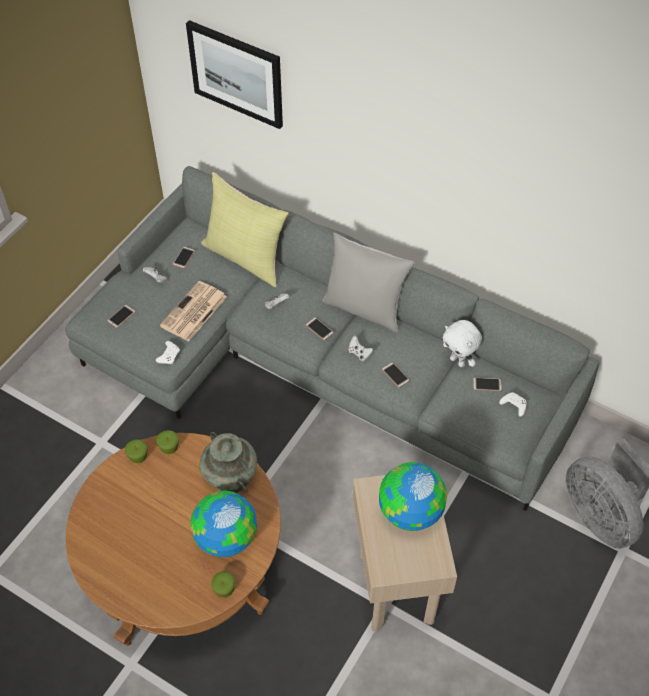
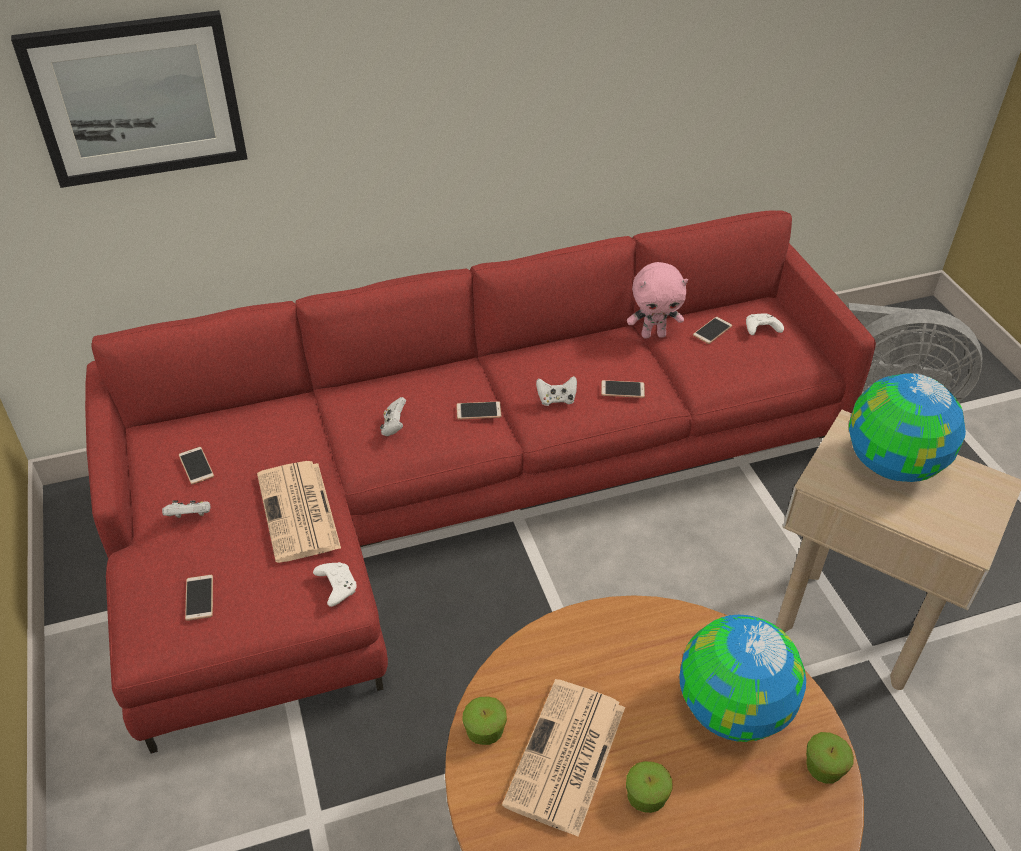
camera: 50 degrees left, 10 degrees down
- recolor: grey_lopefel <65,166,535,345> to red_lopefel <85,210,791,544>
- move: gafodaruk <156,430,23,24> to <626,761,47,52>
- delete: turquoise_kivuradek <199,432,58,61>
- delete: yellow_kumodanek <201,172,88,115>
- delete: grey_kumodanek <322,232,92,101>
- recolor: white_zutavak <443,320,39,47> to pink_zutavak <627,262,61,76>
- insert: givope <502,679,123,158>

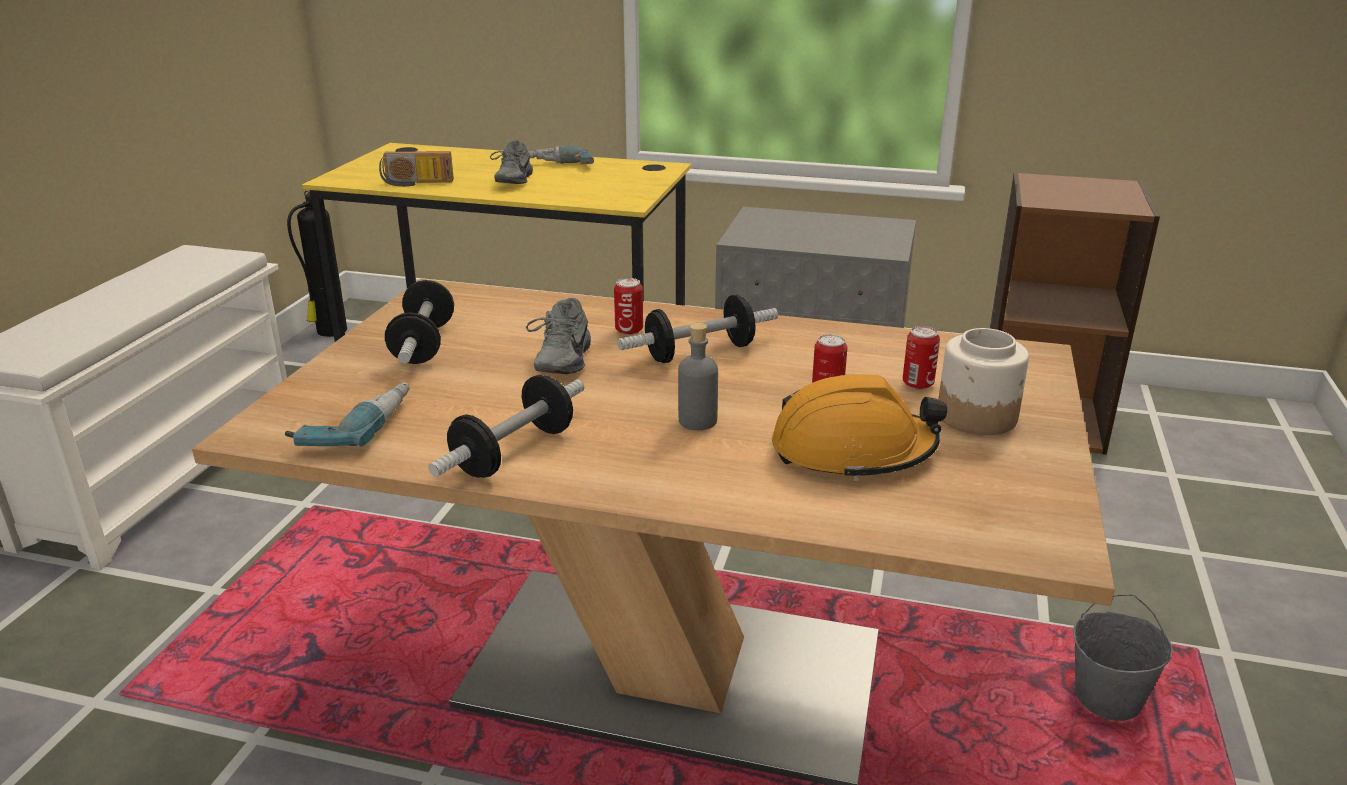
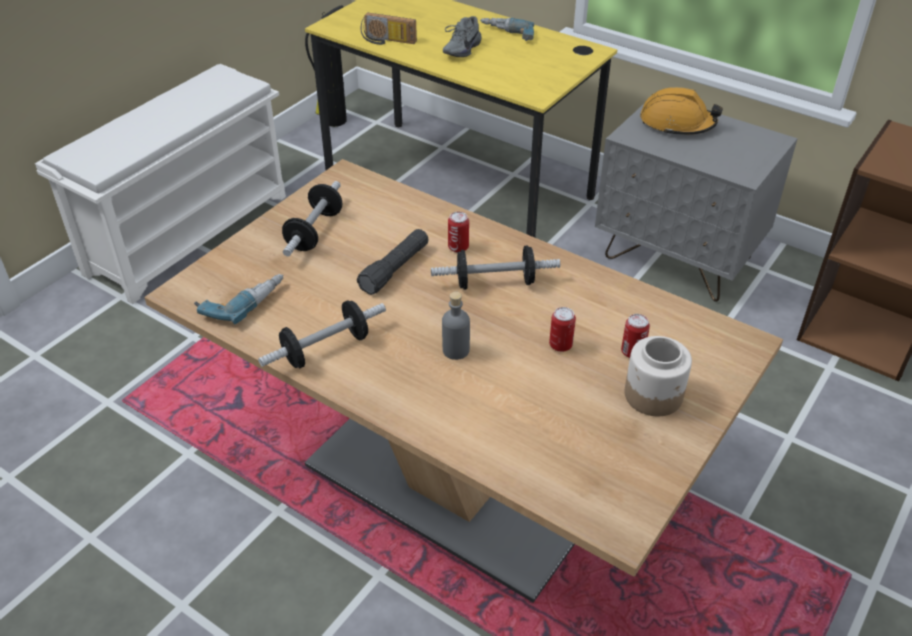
camera: 20 degrees right, 15 degrees up
- replace: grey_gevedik <526,298,65,76> to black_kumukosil <357,229,72,66>
- move: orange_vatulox <772,374,175,107> to <640,87,83,49>
- delete: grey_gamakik <1073,595,100,126>

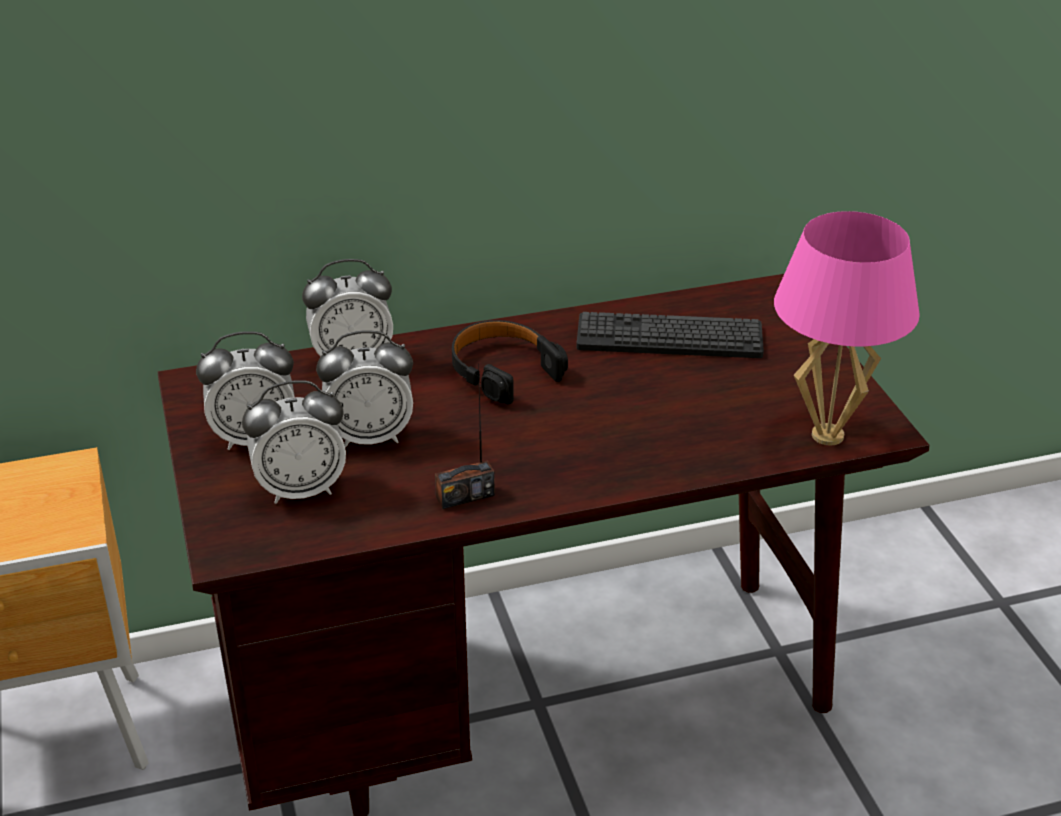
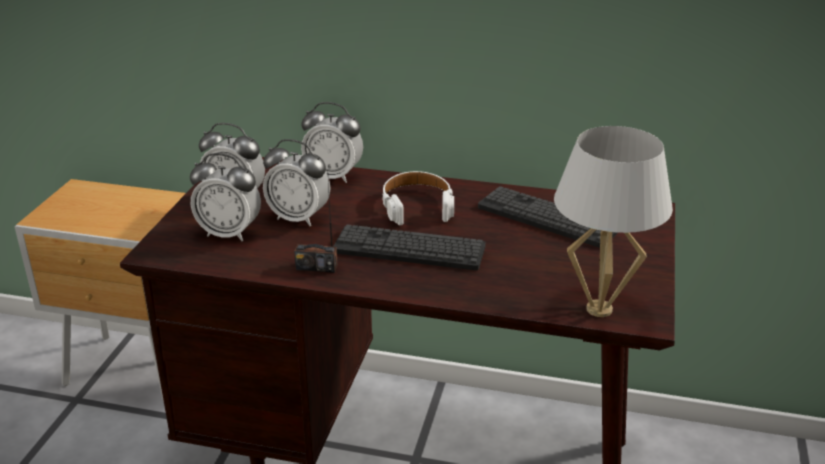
camera: 30 degrees right, 5 degrees down
- recolor: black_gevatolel <452,320,116,84> to white_gevatolel <382,171,72,54>
- recolor: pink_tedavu <774,211,146,234> to white_tedavu <554,126,119,191>
- insert: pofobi <333,224,153,46>

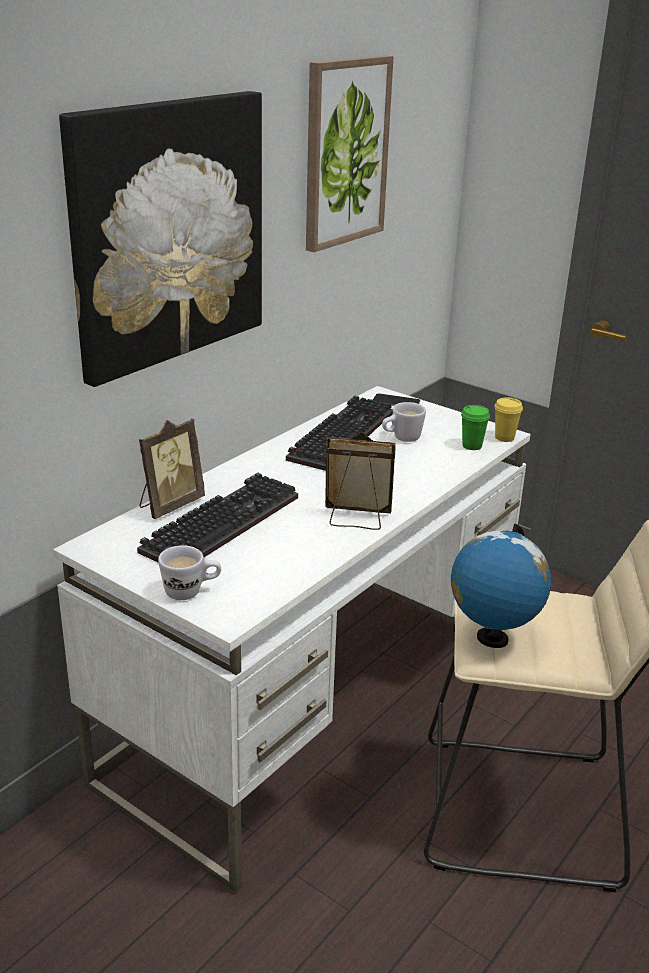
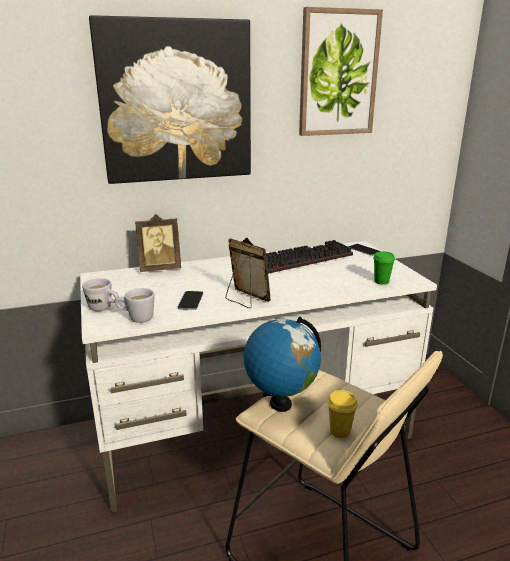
camera: 35 degrees right, 5 degrees down
- delete: pofobi <137,473,161,90>
- move: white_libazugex <382,402,44,40> to <115,288,40,35>
- move: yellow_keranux <494,397,29,45> to <327,390,31,48>
- insert: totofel <178,291,25,19>

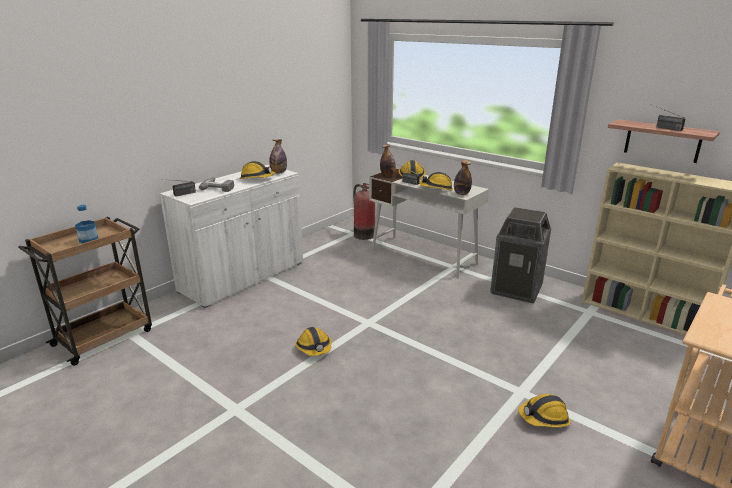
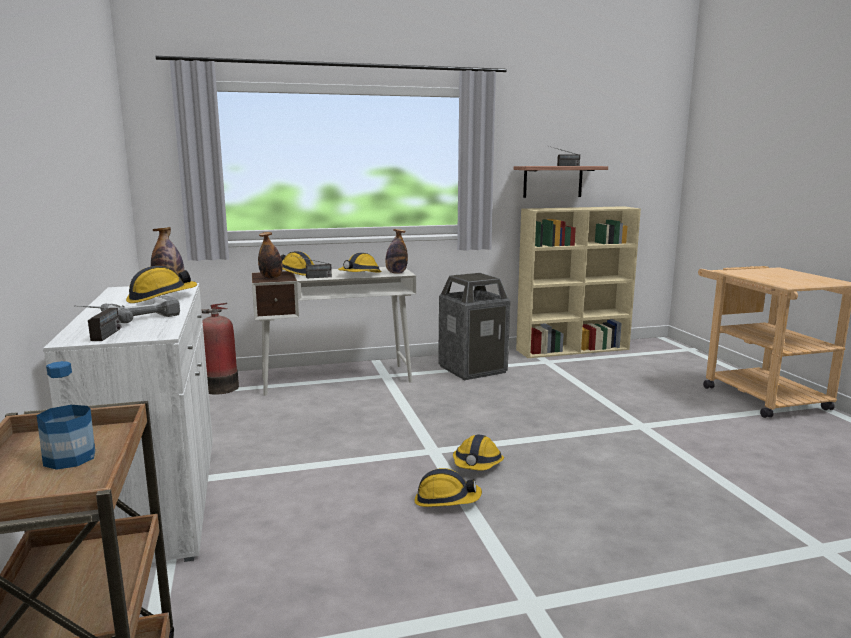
camera: 55 degrees left, 10 degrees down
- move: vatulox <518,394,53,33> to <453,435,51,36>

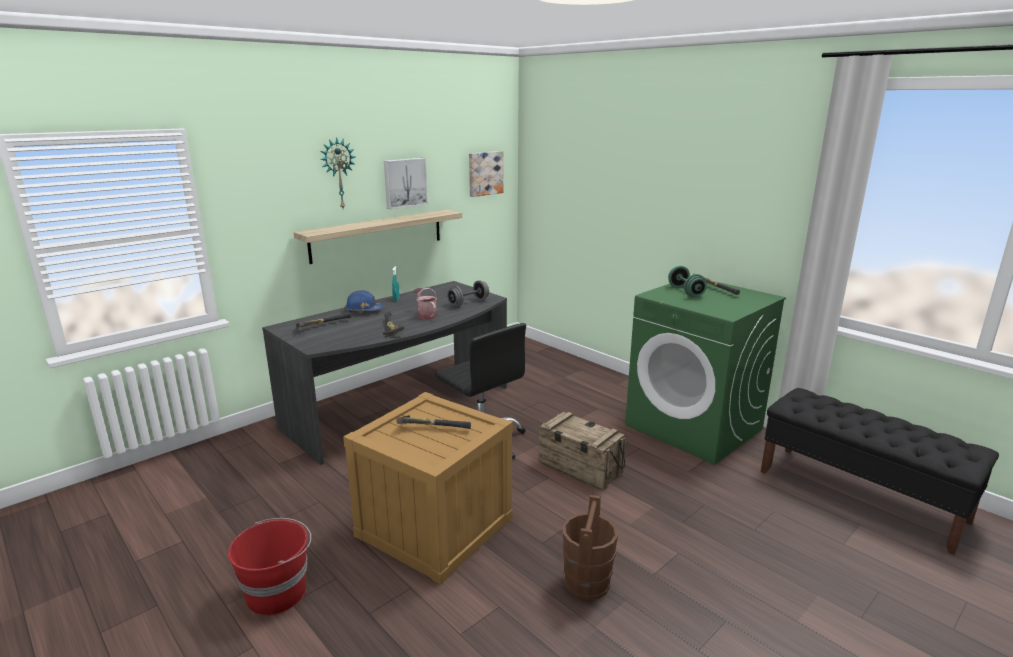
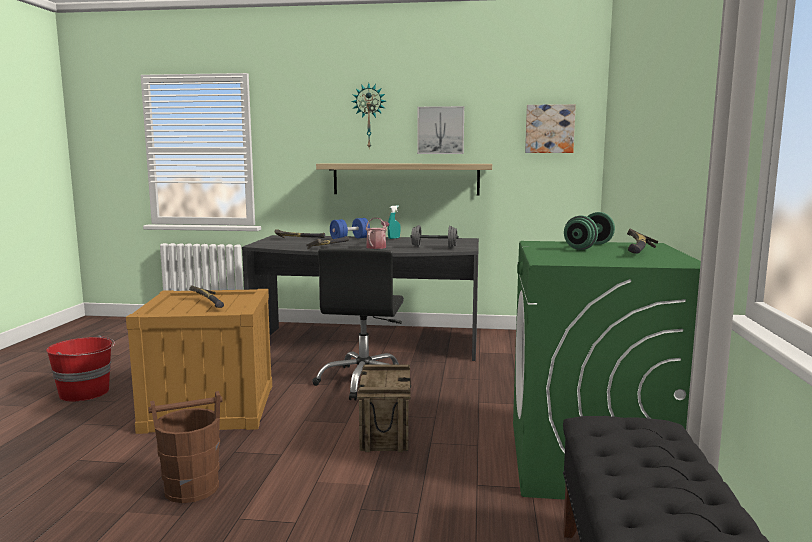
camera: 50 degrees right, 10 degrees down
- replace: blue_vatulox <345,290,38,22> to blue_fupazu <330,218,40,21>

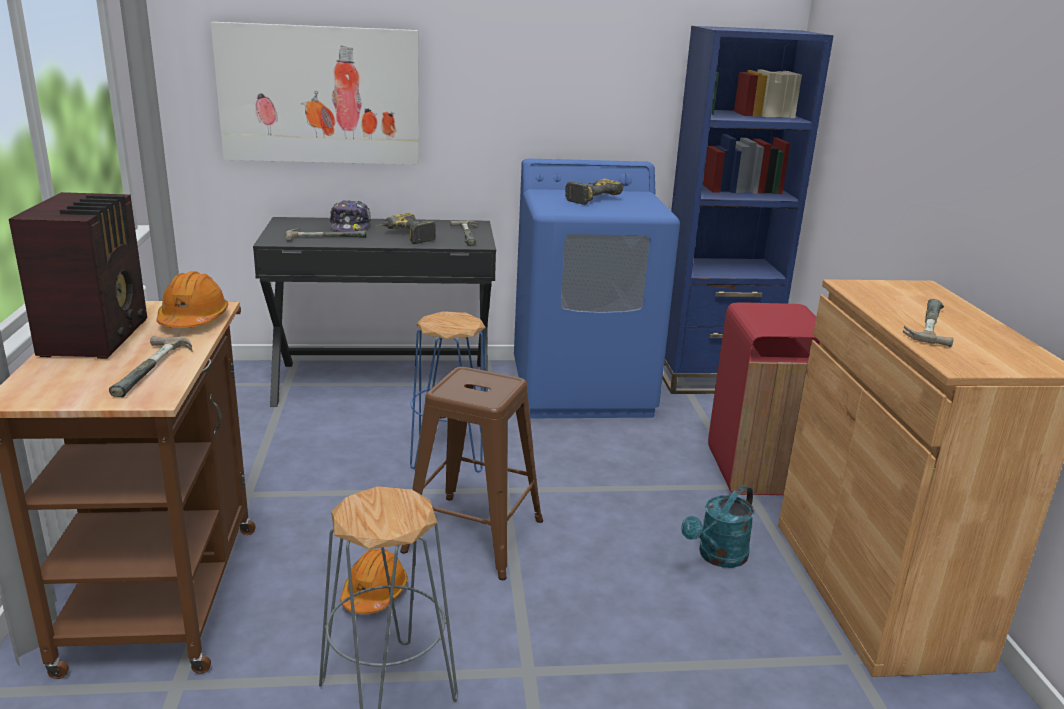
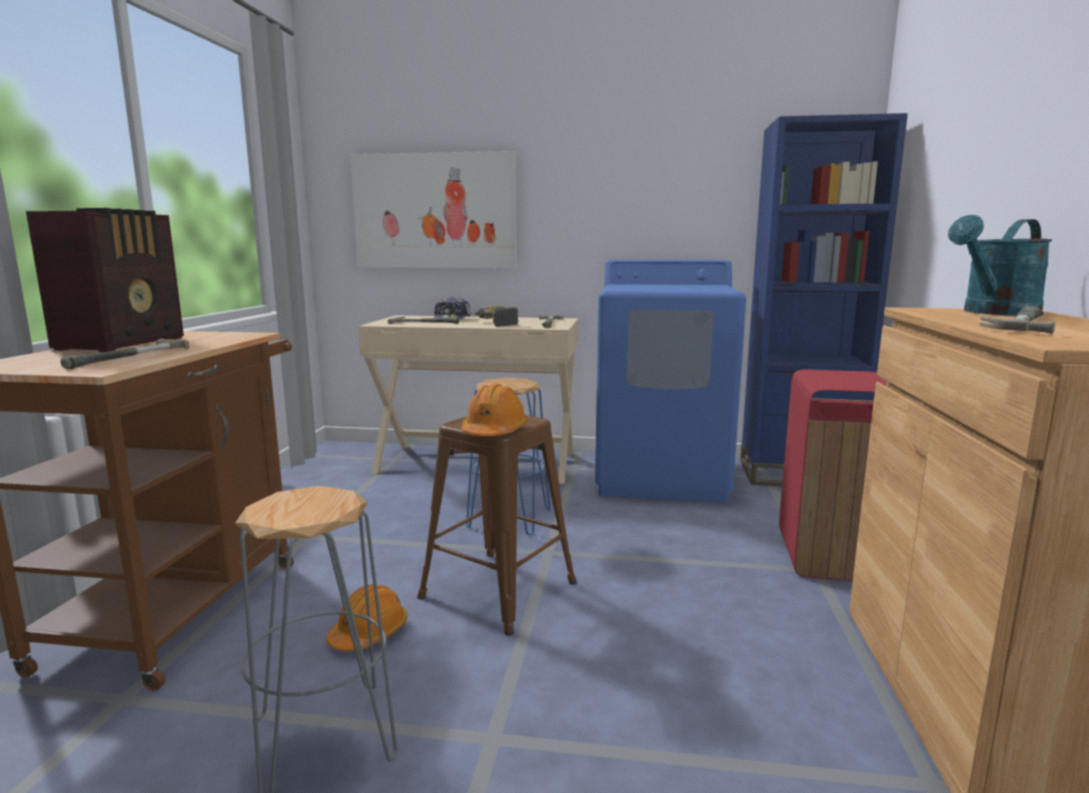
camera: 15 degrees right, 10 degrees down
- move: orange_vatulox <156,271,72,57> to <461,384,67,52>
- recolor: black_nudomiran <253,217,243,190> to beige_nudomiran <358,316,220,168>
- delete: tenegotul <565,179,58,26>
- move: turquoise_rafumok <681,485,74,83> to <948,215,104,101>

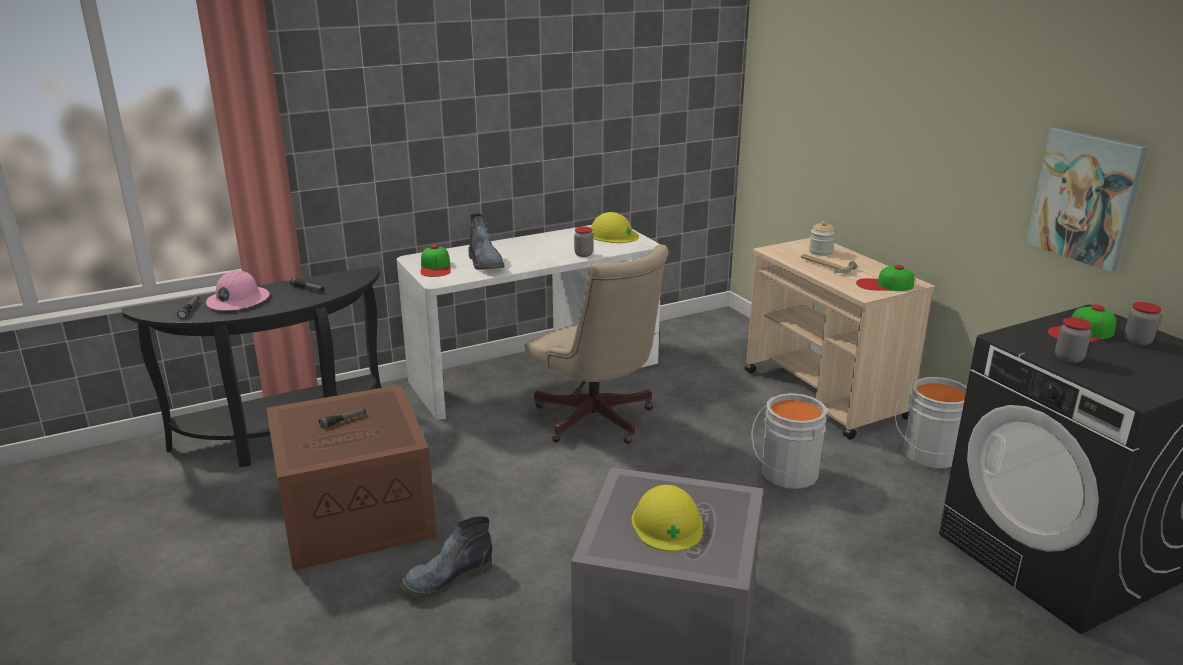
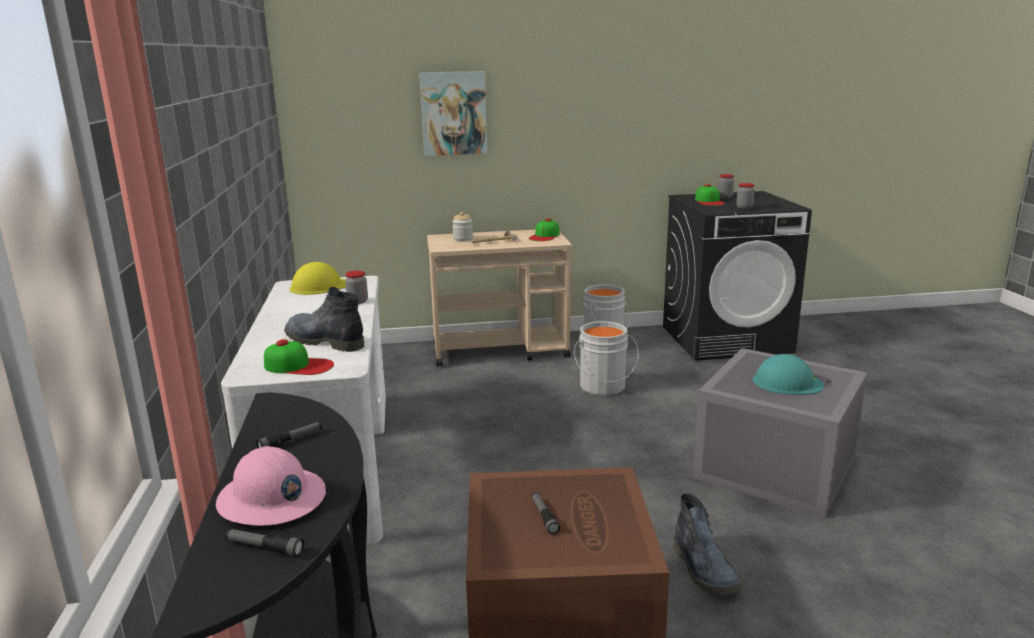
camera: 70 degrees left, 5 degrees down
- rotate: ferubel <468,214,37,56> = <284,287,80,65> 150 degrees counterclockwise
- delete: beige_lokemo <525,244,144,200>
- recolor: yellow_vatulox <631,485,72,67> to turquoise_vatulox <753,354,71,41>
- move: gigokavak <1026,128,121,144> to <419,71,69,85>

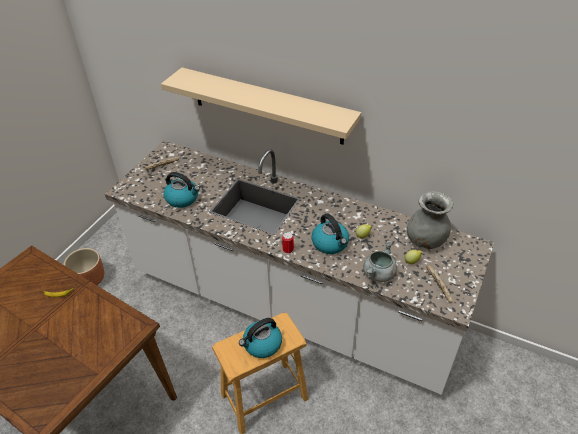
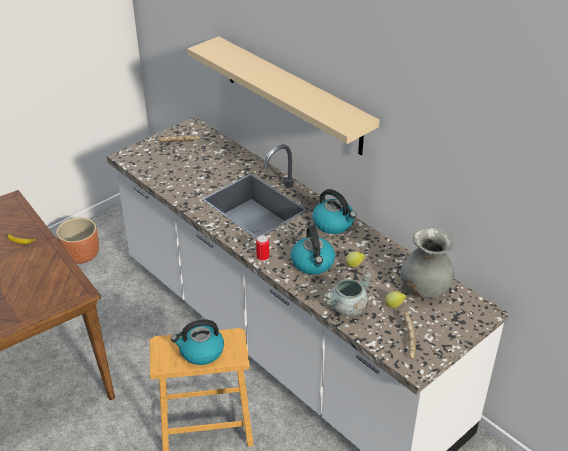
camera: 20 degrees right, 5 degrees down
- move: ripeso <163,172,37,36> to <312,189,44,45>

